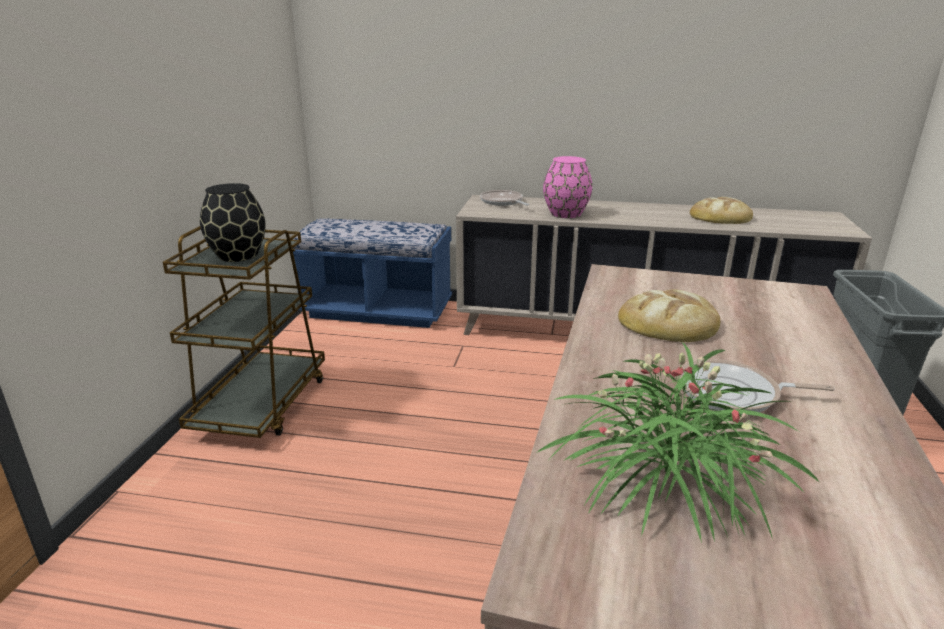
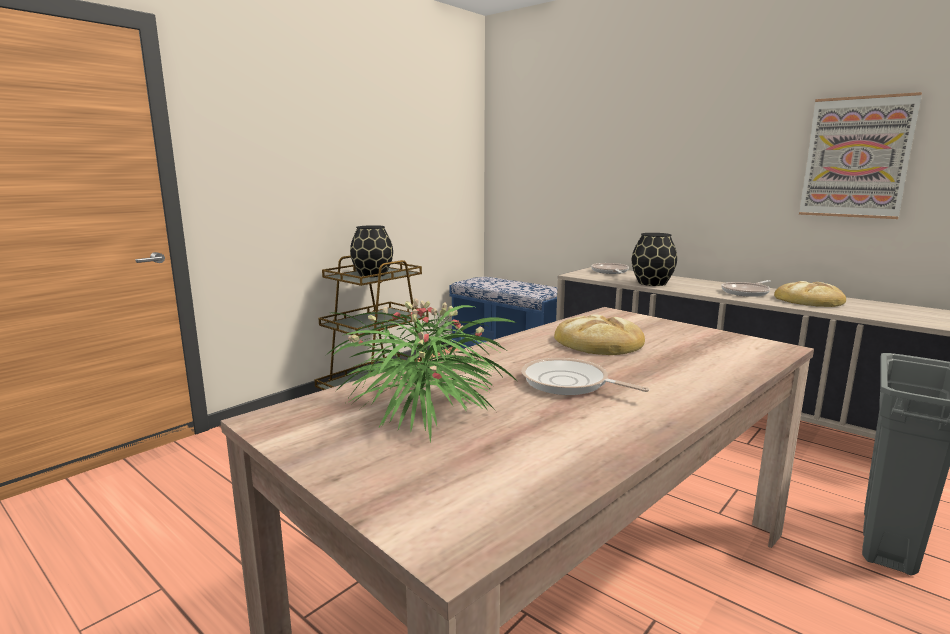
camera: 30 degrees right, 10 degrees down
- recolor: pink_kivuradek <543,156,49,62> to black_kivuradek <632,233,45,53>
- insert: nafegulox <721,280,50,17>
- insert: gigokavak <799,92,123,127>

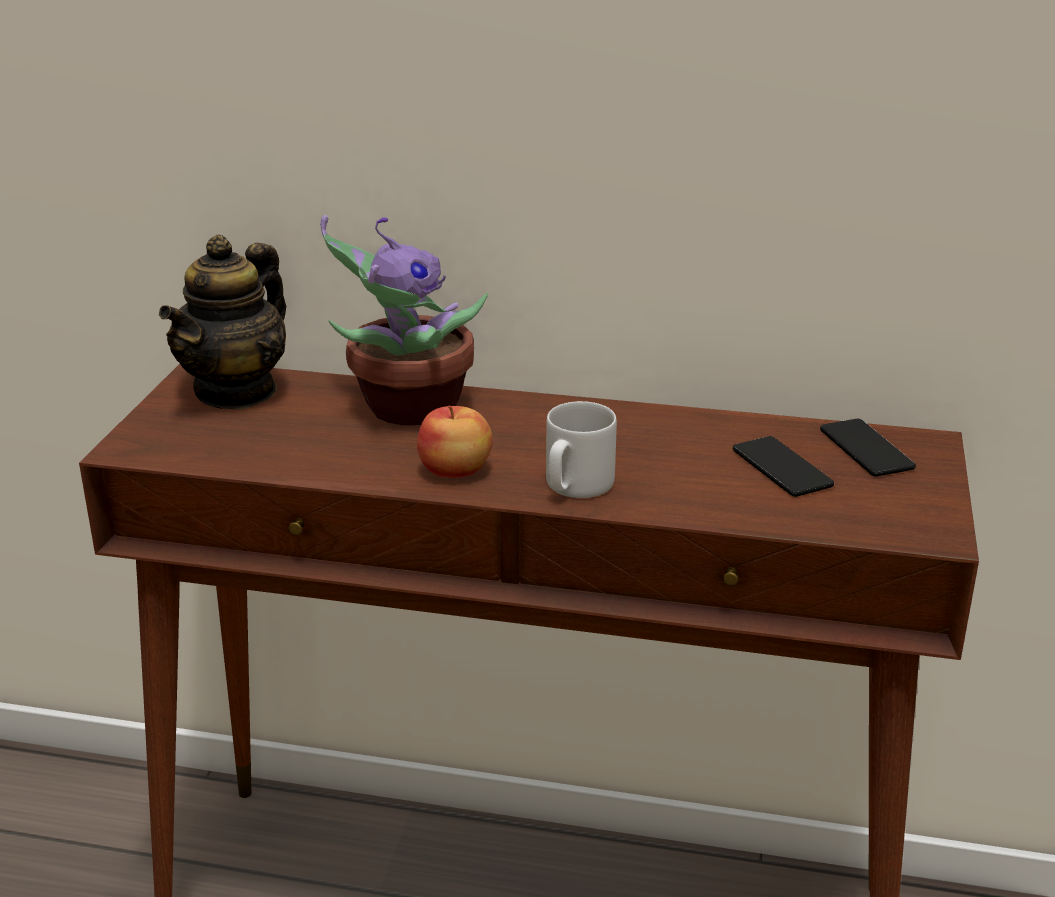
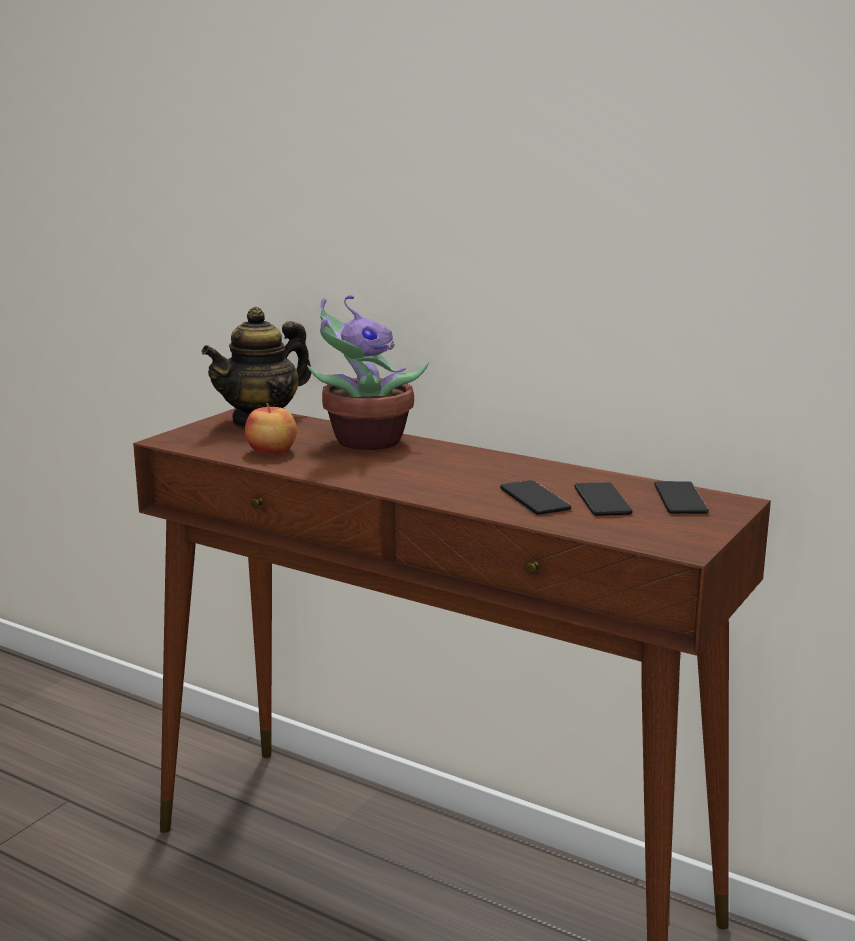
camera: 20 degrees right, 10 degrees down
- move: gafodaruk <417,406,76,72> to <245,403,52,51>
- delete: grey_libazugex <546,401,71,97>
- insert: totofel <500,480,71,35>

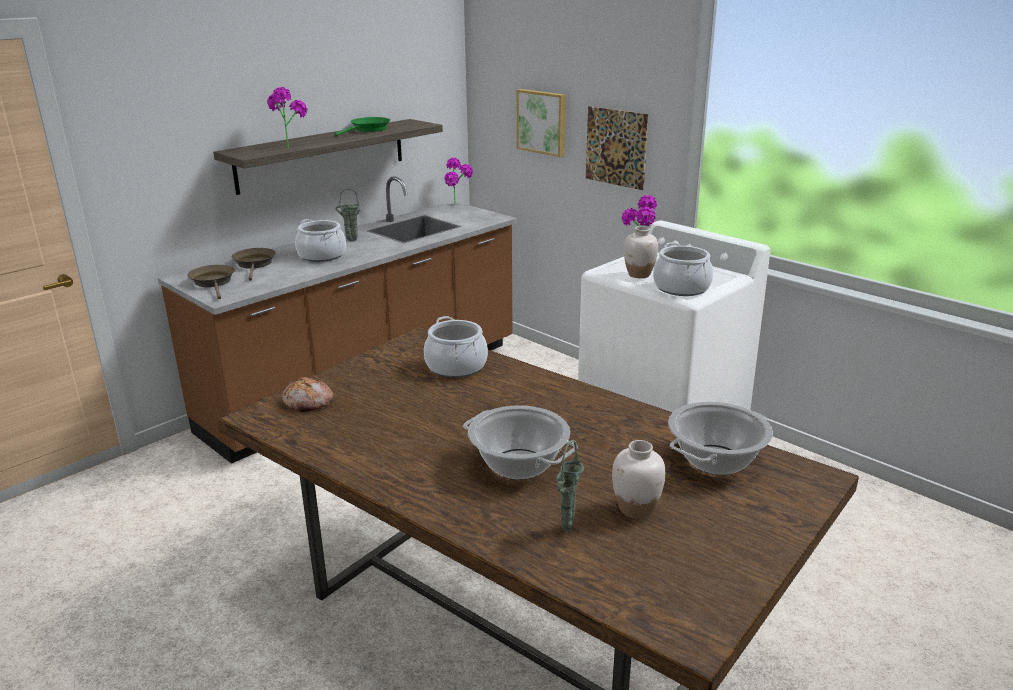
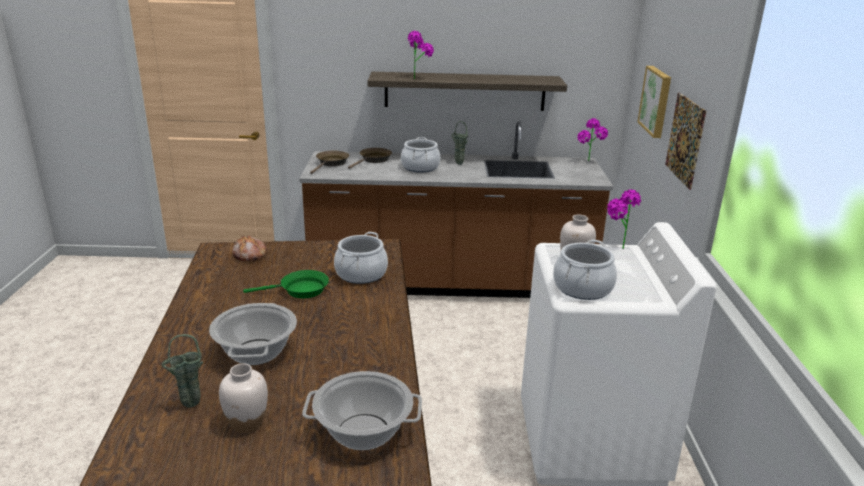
camera: 45 degrees right, 0 degrees up
- move: green_nafegulox <335,117,55,19> to <243,270,86,28>

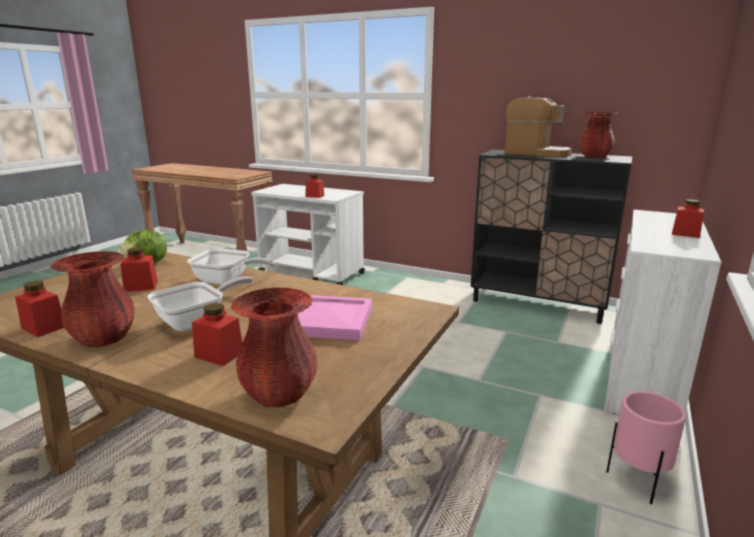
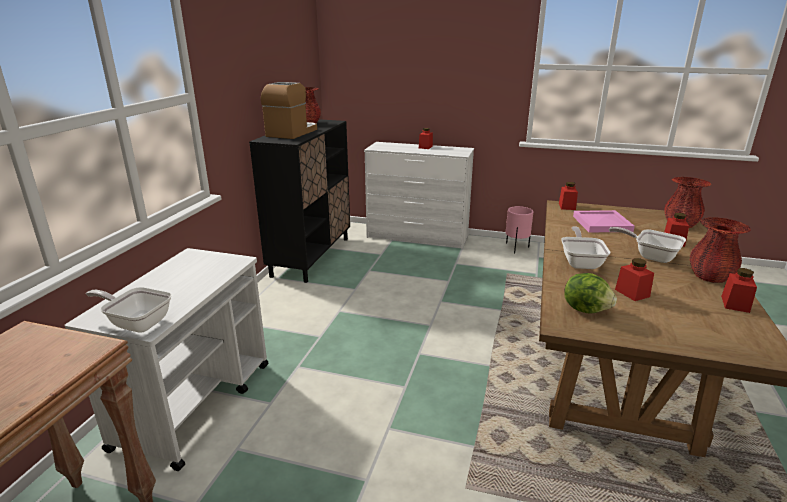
camera: 100 degrees left, 5 degrees up
- move: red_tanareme <306,174,18,24> to <559,182,19,28>
- insert: nafegulox <86,287,86,46>

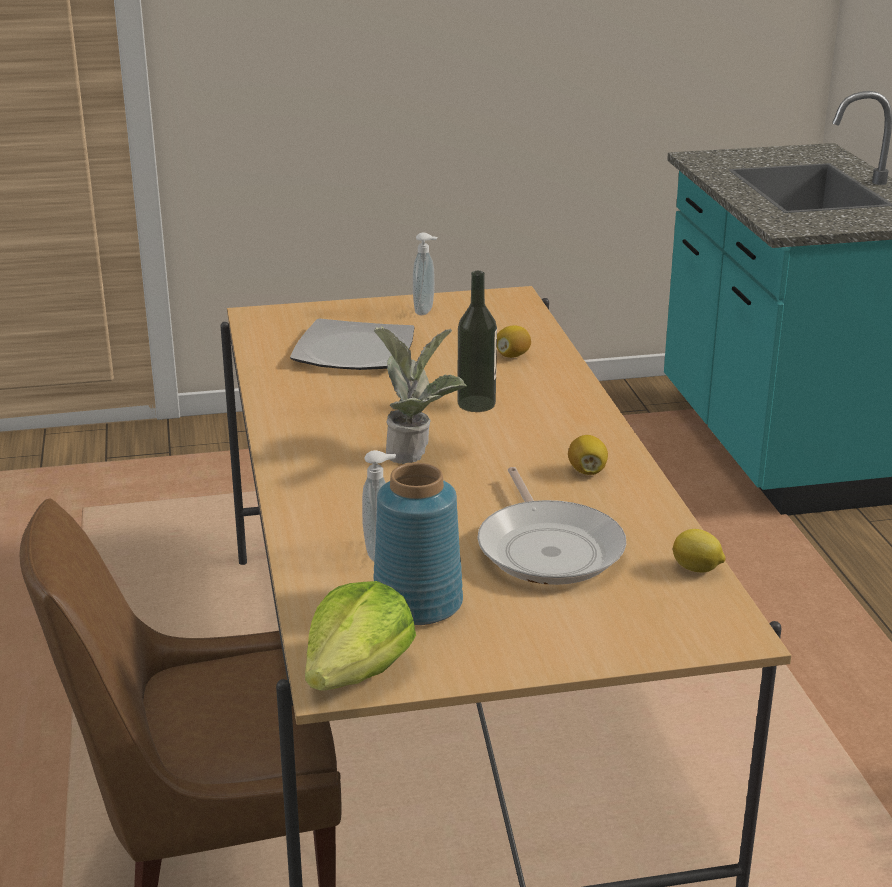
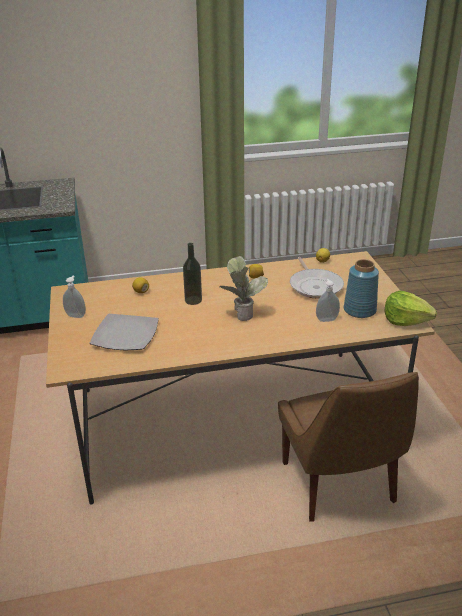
camera: 90 degrees left, 5 degrees up
- rotate: nafegulox <477,467,149,118> = <290,257,54,42> 90 degrees clockwise

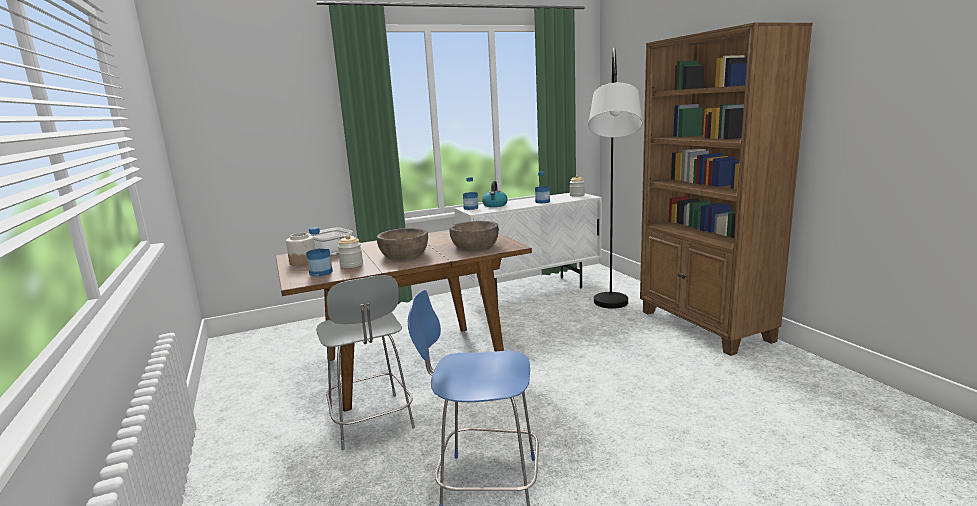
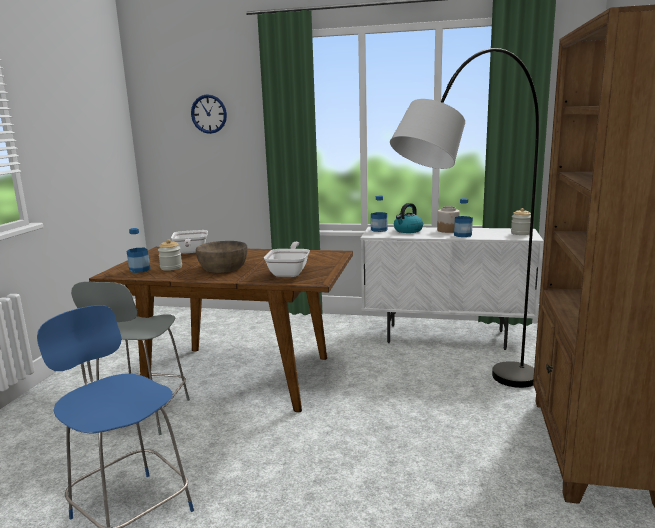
camera: 35 degrees right, 0 degrees up
- move: tanareme <286,233,29,33> to <437,206,23,27>
- replace: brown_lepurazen <449,221,50,30> to nafegulox <264,242,46,35>
- insert: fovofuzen <191,94,36,40>

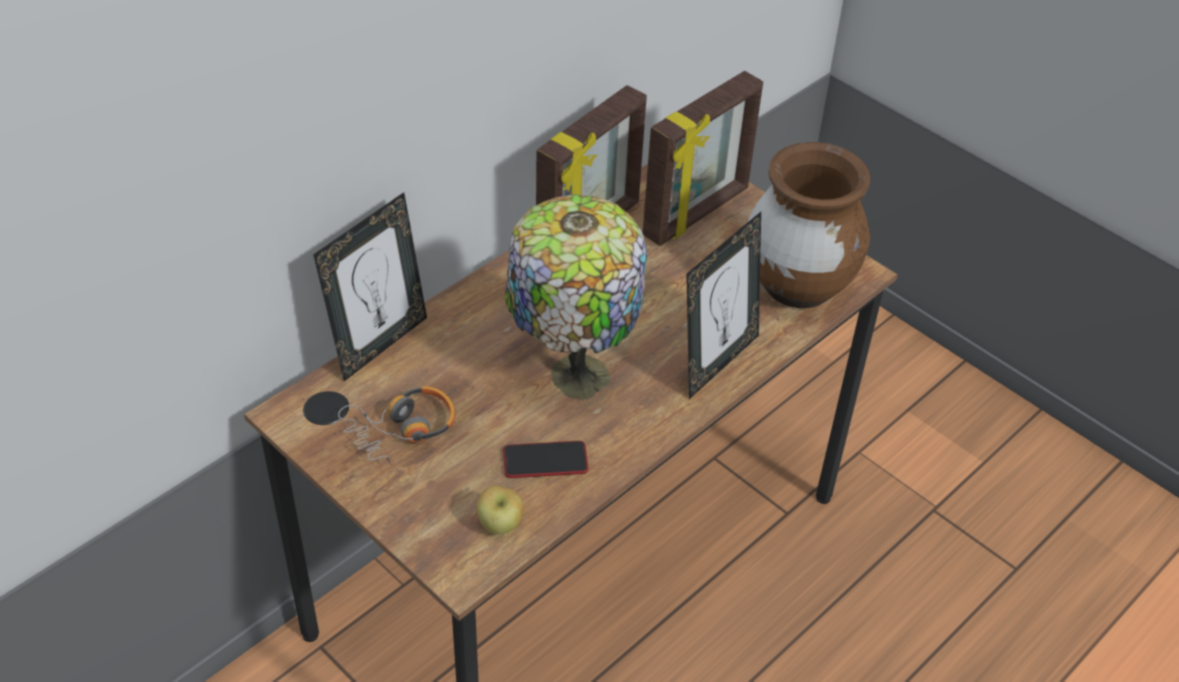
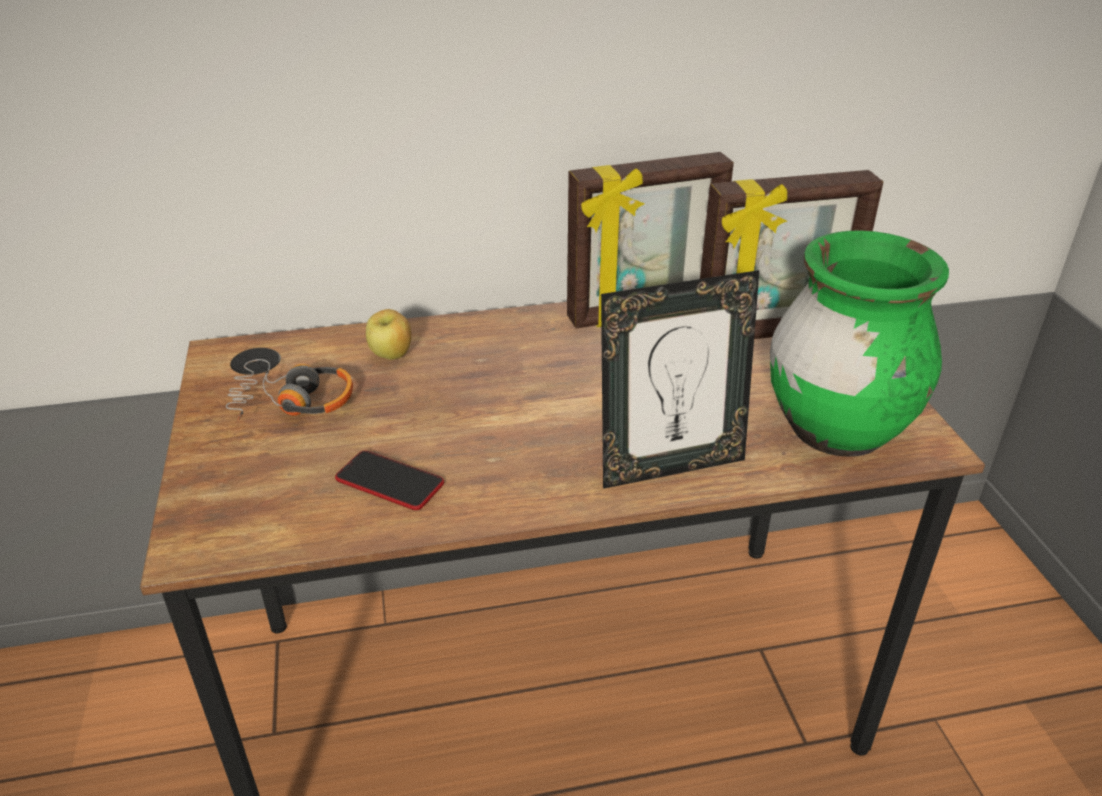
camera: 35 degrees right, 10 degrees down
- delete: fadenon <313,192,114,189>
- move: gafodaruk <477,485,47,49> to <366,309,45,51>
- delete: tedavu <505,194,142,207>
- recolor: brown_kivuradek <748,142,122,166> to green_kivuradek <770,231,179,226>

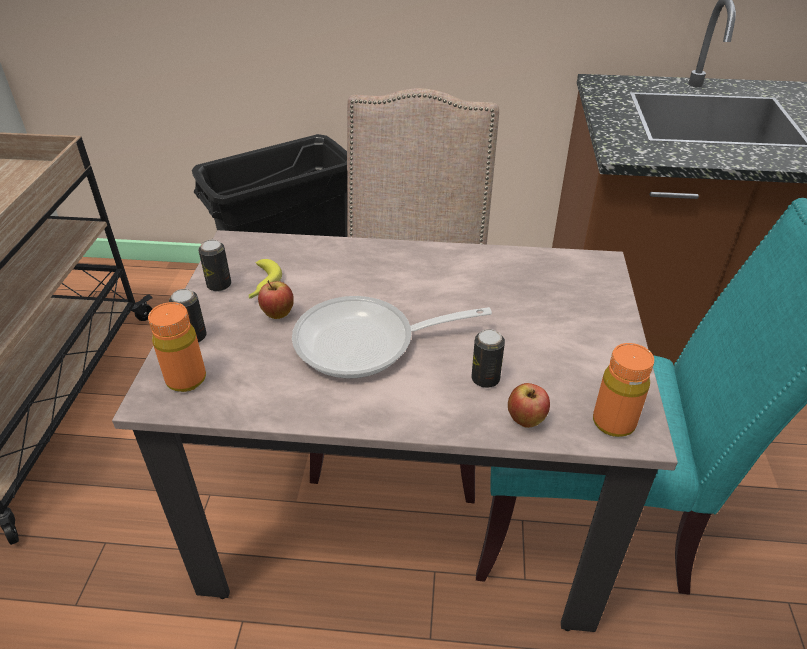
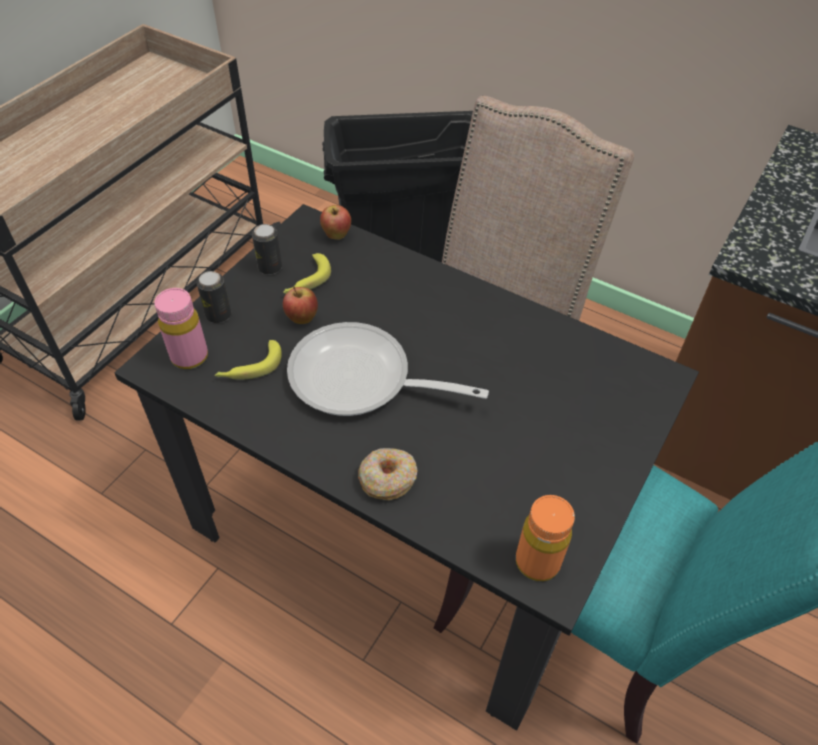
camera: 25 degrees right, 10 degrees up
- recolor: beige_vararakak <112,230,566,402> to black_vararakak <115,204,584,527>
- recolor: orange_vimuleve <148,302,58,90> to pink_vimuleve <154,288,54,81>
- delete: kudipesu <472,329,33,59>
- move: gafodaruk <508,383,42,45> to <320,205,31,35>
- insert: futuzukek <214,340,68,40>
- insert: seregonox <358,448,60,52>

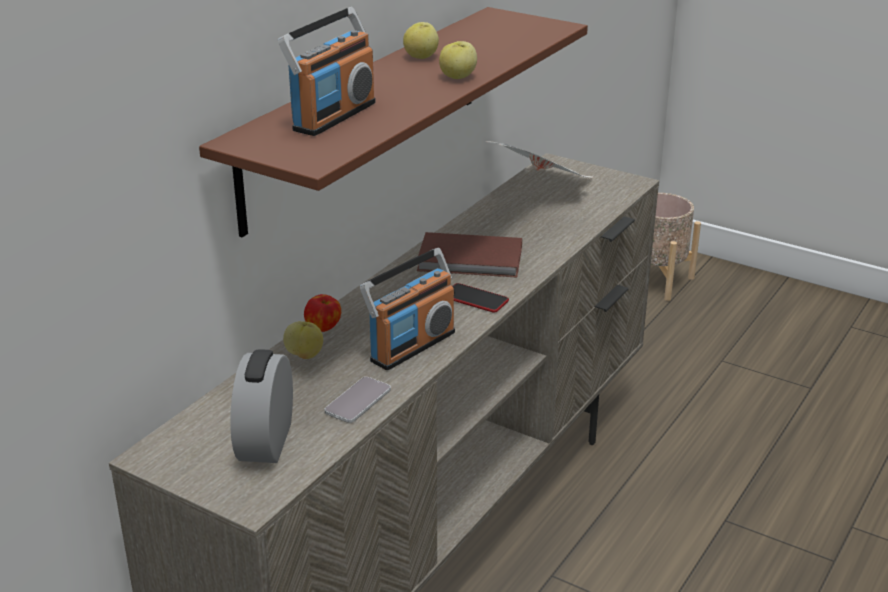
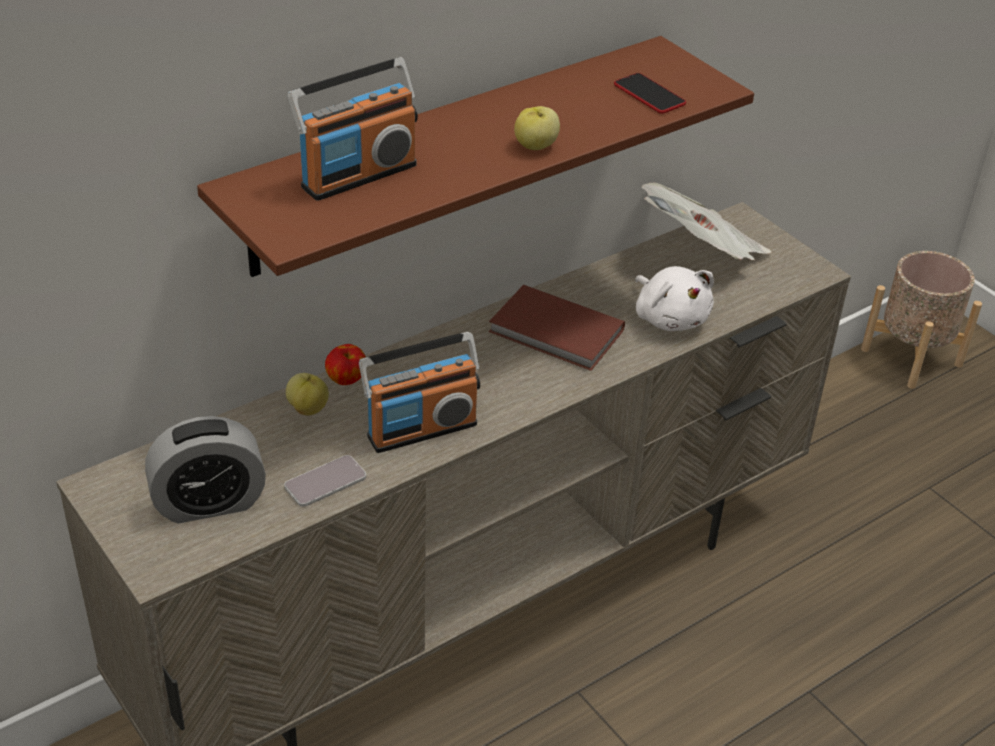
camera: 20 degrees right, 10 degrees up
- rotate: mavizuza <230,349,63,114> = <145,416,121,107> 135 degrees counterclockwise
- delete: gafodaruk <403,22,36,37>
- move: totofel <453,283,56,30> to <614,73,72,41>
- insert: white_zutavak <635,266,79,65>

